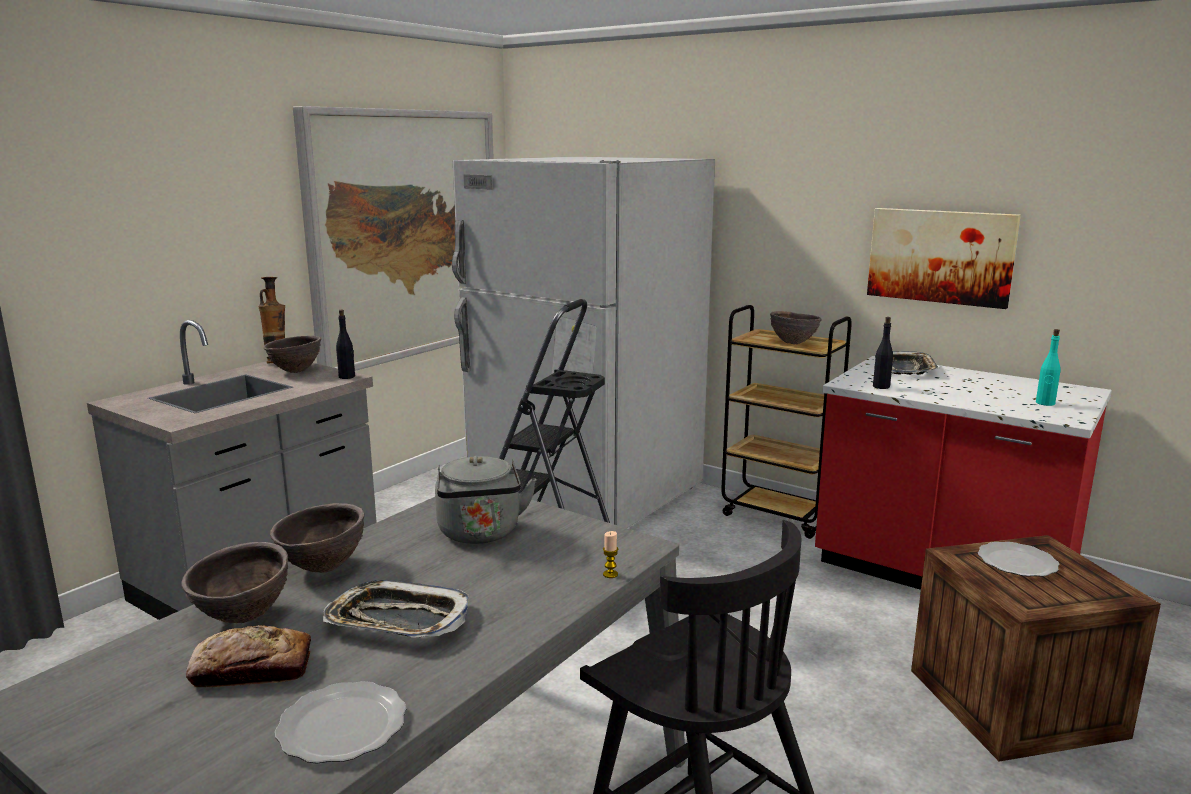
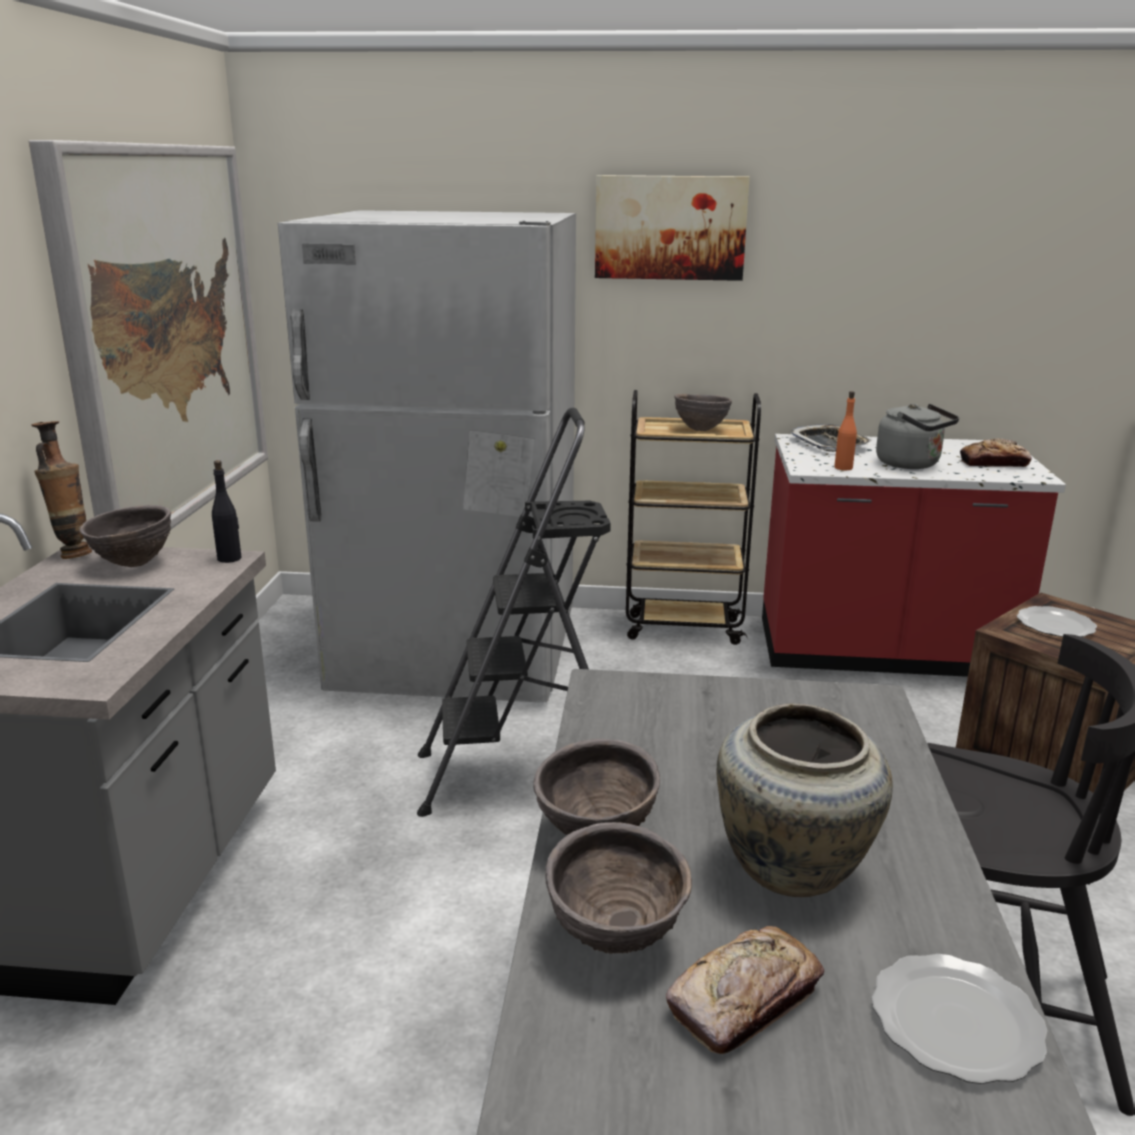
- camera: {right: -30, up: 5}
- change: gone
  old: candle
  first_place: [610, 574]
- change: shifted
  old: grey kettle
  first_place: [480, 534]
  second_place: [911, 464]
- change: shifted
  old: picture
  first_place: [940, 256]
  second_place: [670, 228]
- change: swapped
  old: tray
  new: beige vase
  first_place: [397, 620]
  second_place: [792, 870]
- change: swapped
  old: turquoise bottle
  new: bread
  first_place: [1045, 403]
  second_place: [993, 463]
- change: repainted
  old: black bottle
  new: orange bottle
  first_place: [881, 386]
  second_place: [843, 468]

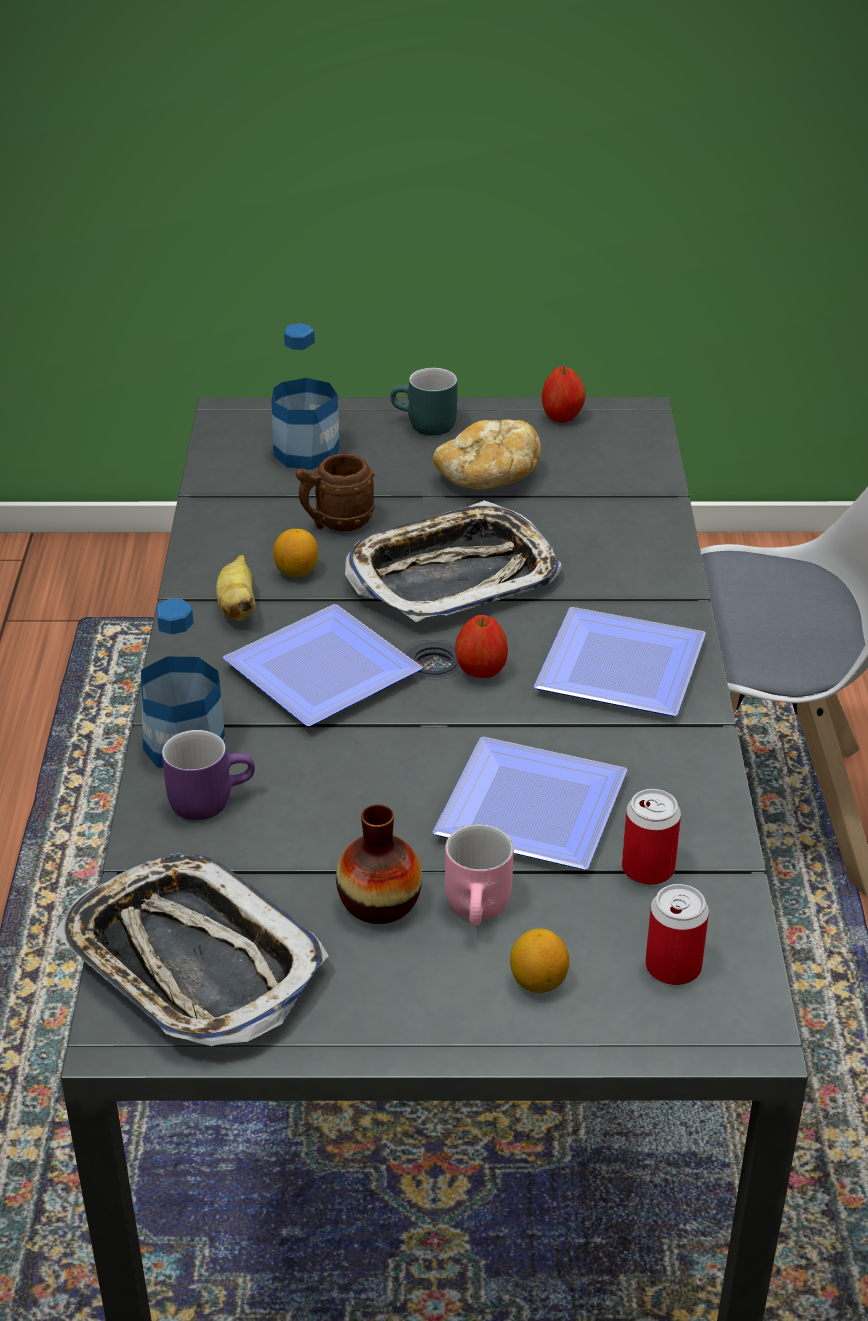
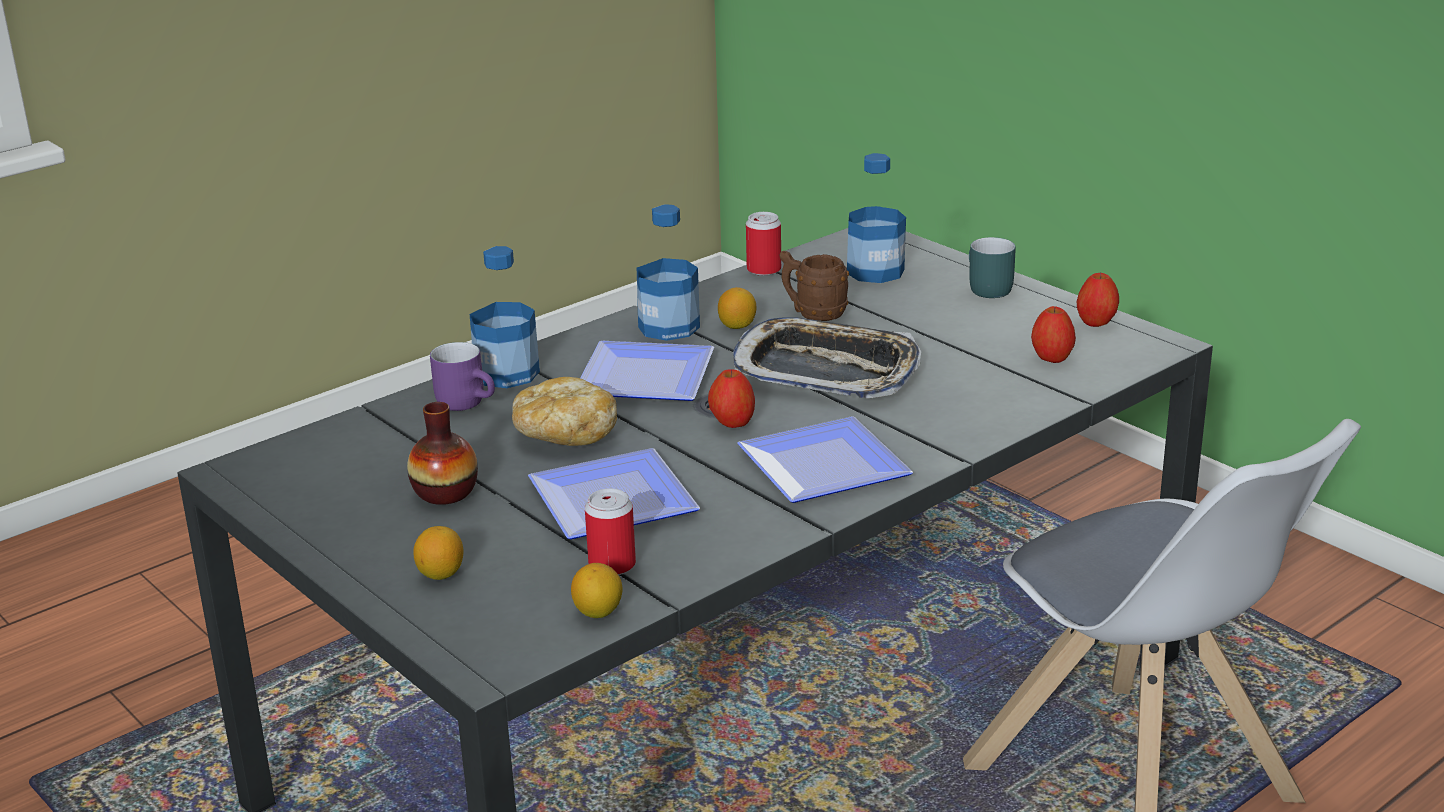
- camera: {right: 50, up: -10}
- change: gone
  old: tray
  first_place: [191, 962]
- change: gone
  old: pink mug
  first_place: [482, 909]
- change: new
  new: lemon
  second_place: [598, 612]
- change: new
  new: apple
  second_place: [1051, 358]
- change: shifted
  old: bread
  first_place: [487, 479]
  second_place: [564, 436]
- change: shifted
  old: can
  first_place: [673, 966]
  second_place: [764, 270]
- change: swapped
  old: banana
  new: bottle
  first_place: [238, 607]
  second_place: [669, 327]

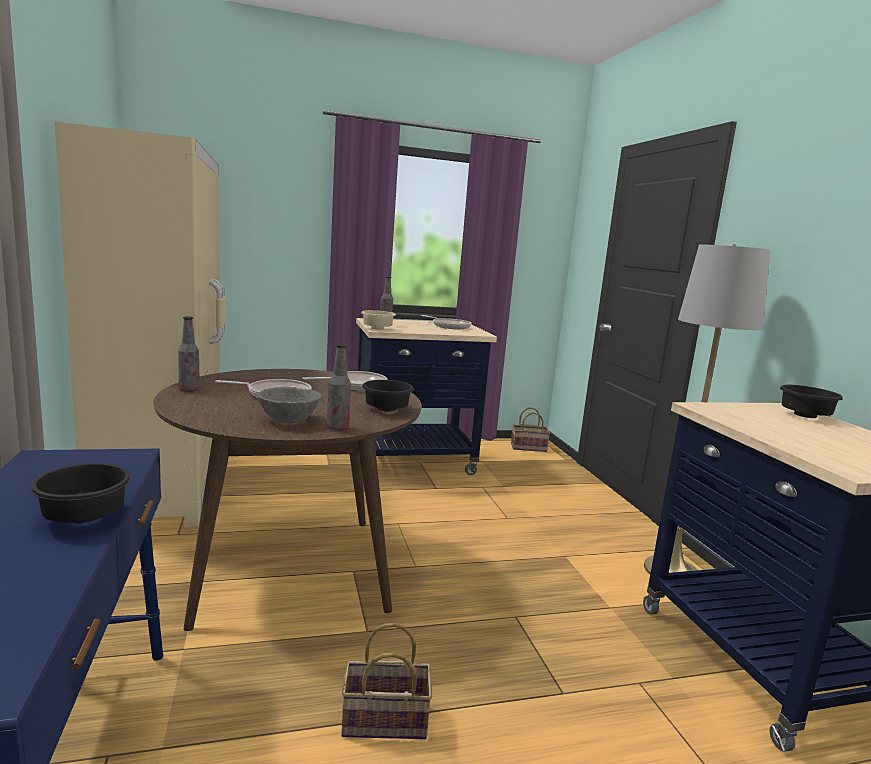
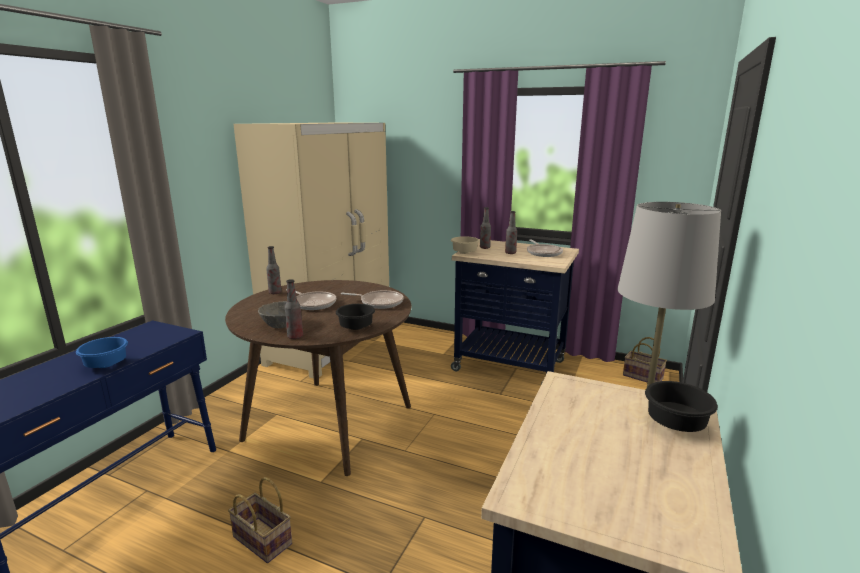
- camera: {right: 40, up: 5}
- change: new
  new: bottle
  second_place: [510, 253]
- change: repainted
  old: black bowl
  new: blue bowl
  first_place: [87, 516]
  second_place: [108, 365]

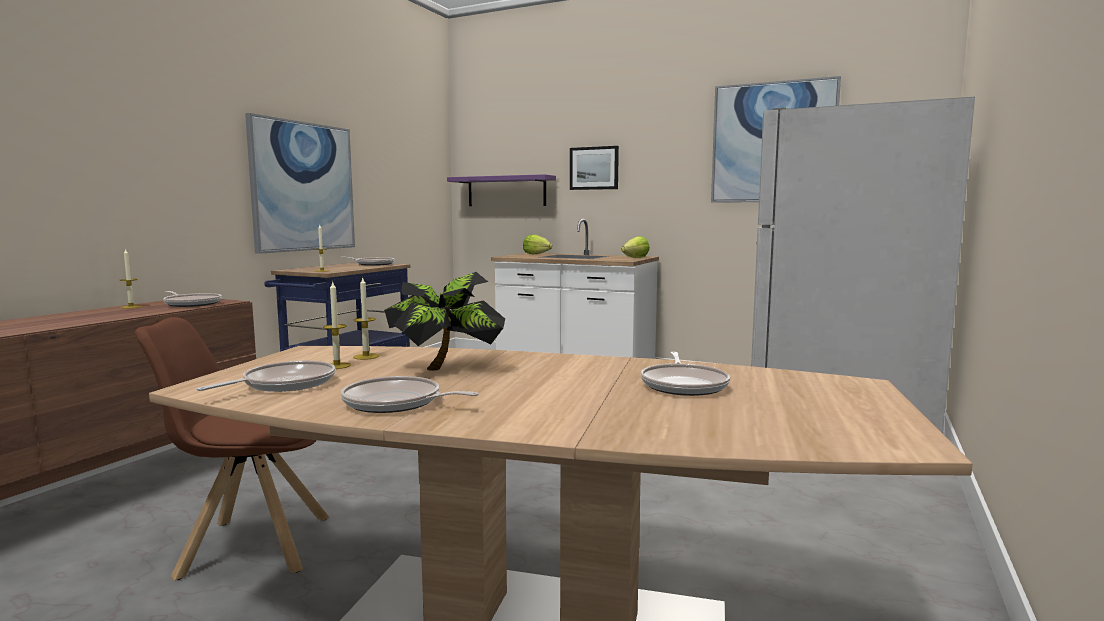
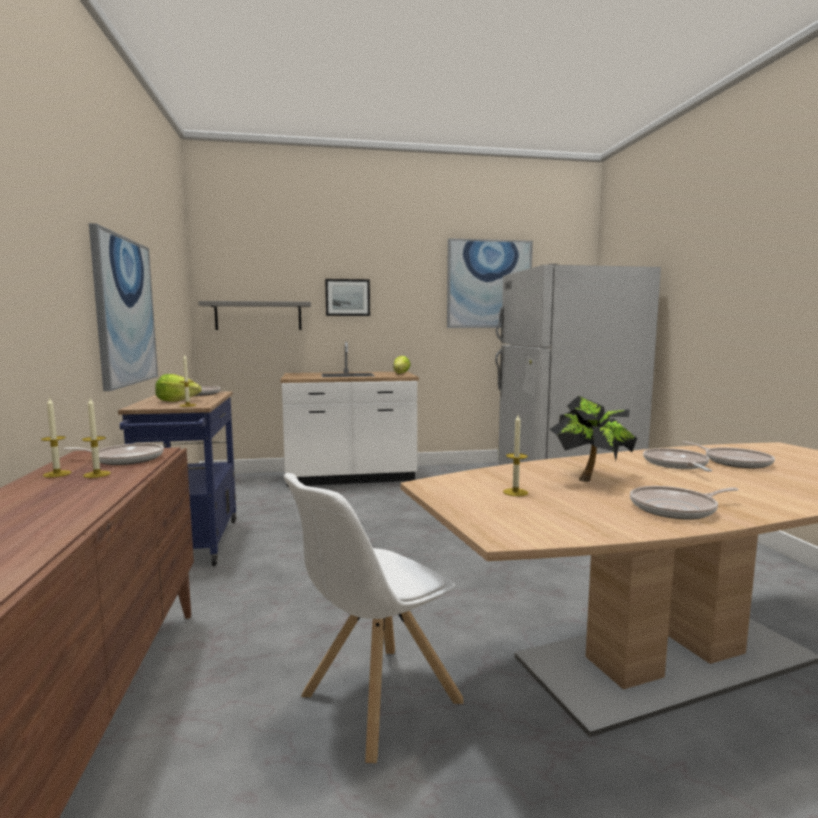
- camera: {right: -35, up: 0}
- change: shifted
  old: frying pan
  first_place: [284, 384]
  second_place: [676, 465]
- change: shifted
  old: candle
  first_place: [366, 356]
  second_place: [97, 474]
- change: shifted
  old: lettuce
  first_place: [536, 254]
  second_place: [177, 401]
- change: repainted
  old: brown chair
  new: white chair
  first_place: [248, 546]
  second_place: [375, 702]
- change: repainted
  old: purple shelf
  new: grey shelf
  first_place: [506, 191]
  second_place: [258, 316]

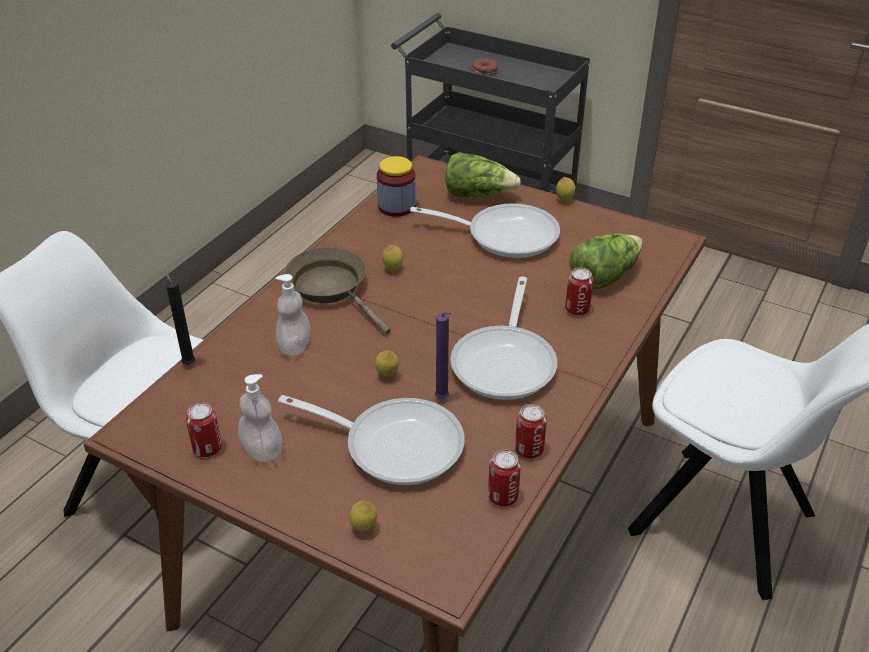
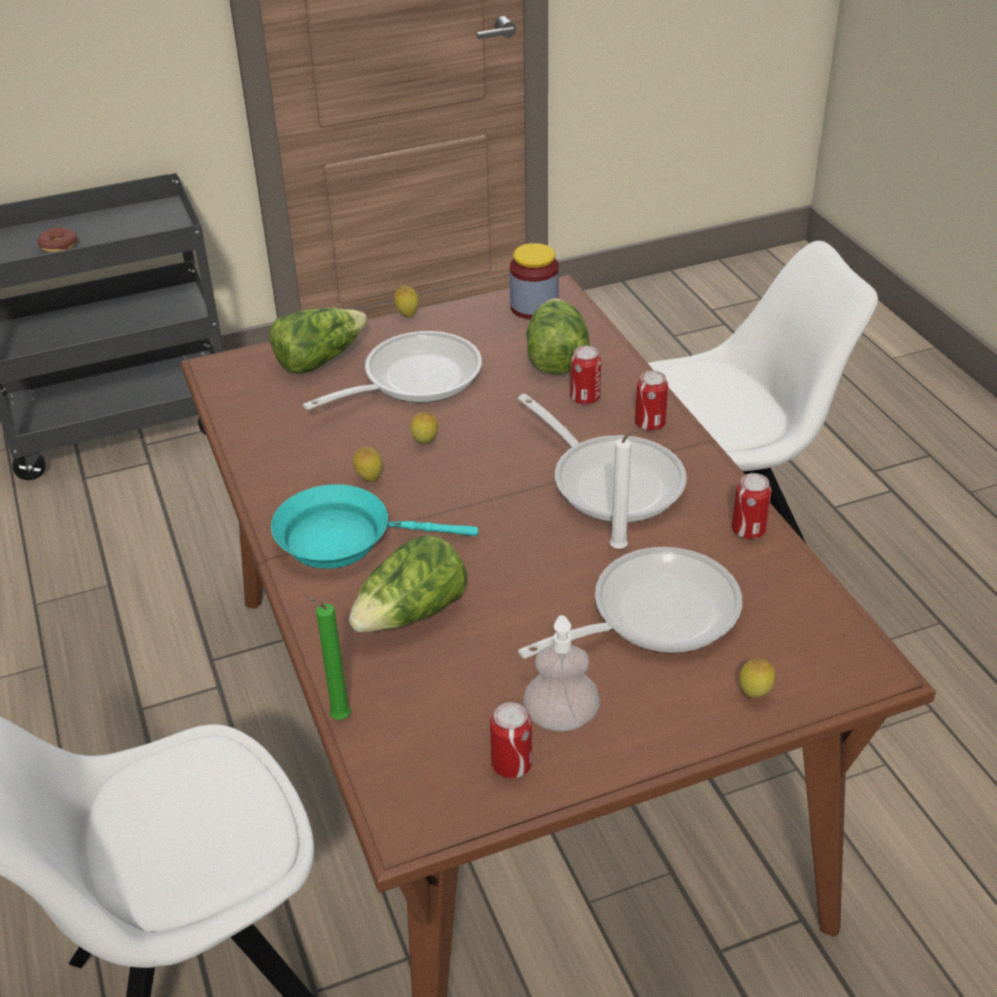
- camera: {right: -50, up: 0}
- change: shifted
  old: lemon
  first_place: [387, 376]
  second_place: [425, 443]
- change: shifted
  old: jar
  first_place: [396, 206]
  second_place: [534, 307]
- change: shifted
  old: can
  first_place: [502, 497]
  second_place: [650, 424]
- change: swapped
  old: soap dispenser
  new: lettuce
  first_place: [294, 346]
  second_place: [411, 614]
- change: repainted
  old: black candle
  new: green candle
  first_place: [188, 363]
  second_place: [337, 717]
- change: repainted
  old: brown frying pan
  new: turquoise frying pan
  first_place: [331, 288]
  second_place: [344, 539]
- change: repainted
  old: purple candle
  new: white candle
  first_place: [443, 400]
  second_place: [621, 548]

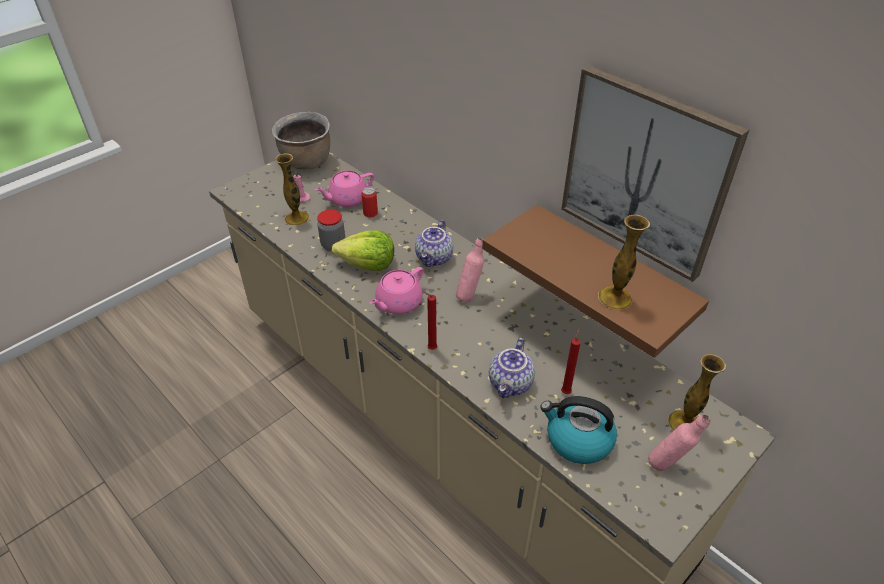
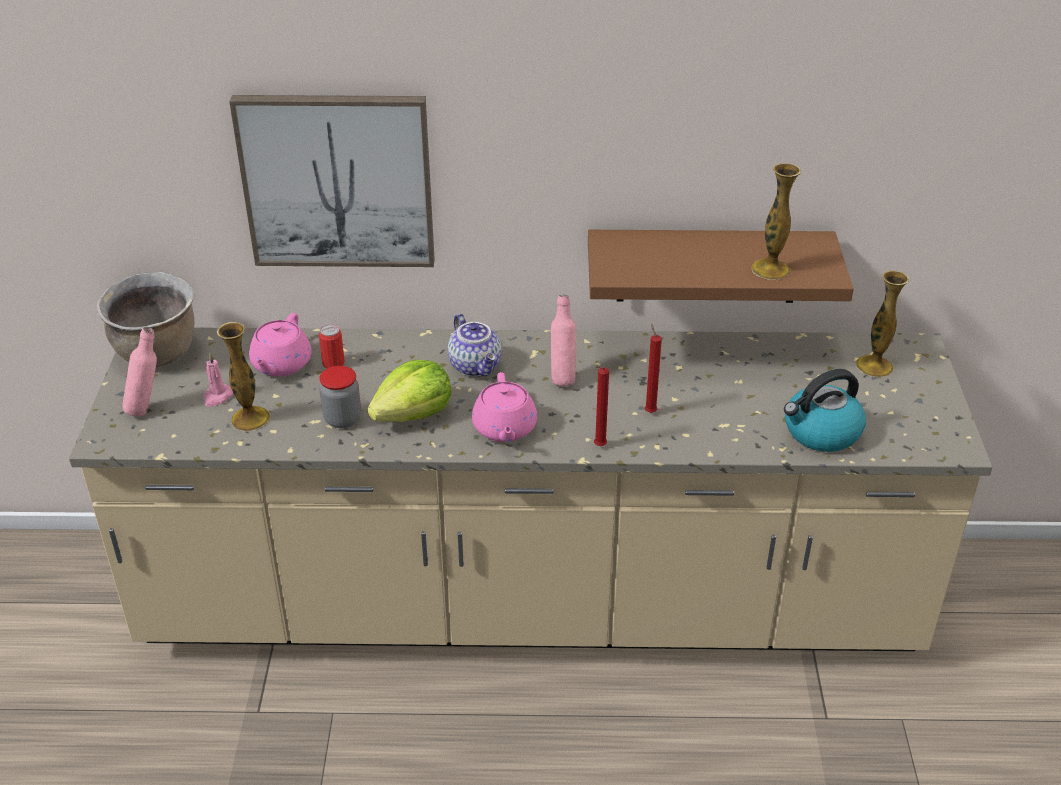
- camera: {right: -45, up: -5}
- change: gone
  old: teapot
  first_place: [511, 384]
- change: shifted
  old: picture
  first_place: [645, 172]
  second_place: [337, 181]
- change: shifted
  old: red candle
  first_place: [566, 391]
  second_place: [649, 411]
- change: shifted
  old: pink bottle
  first_place: [667, 465]
  second_place: [147, 409]

